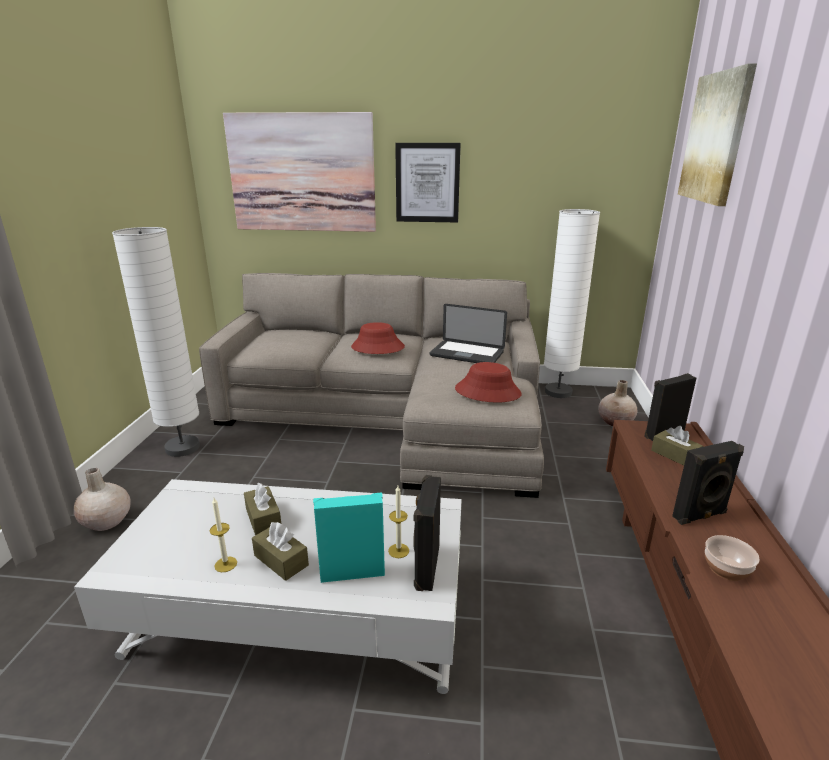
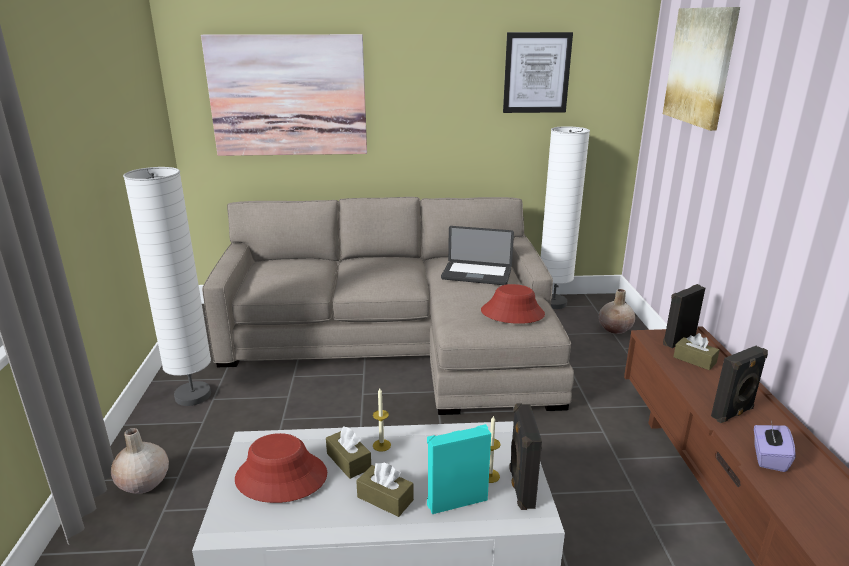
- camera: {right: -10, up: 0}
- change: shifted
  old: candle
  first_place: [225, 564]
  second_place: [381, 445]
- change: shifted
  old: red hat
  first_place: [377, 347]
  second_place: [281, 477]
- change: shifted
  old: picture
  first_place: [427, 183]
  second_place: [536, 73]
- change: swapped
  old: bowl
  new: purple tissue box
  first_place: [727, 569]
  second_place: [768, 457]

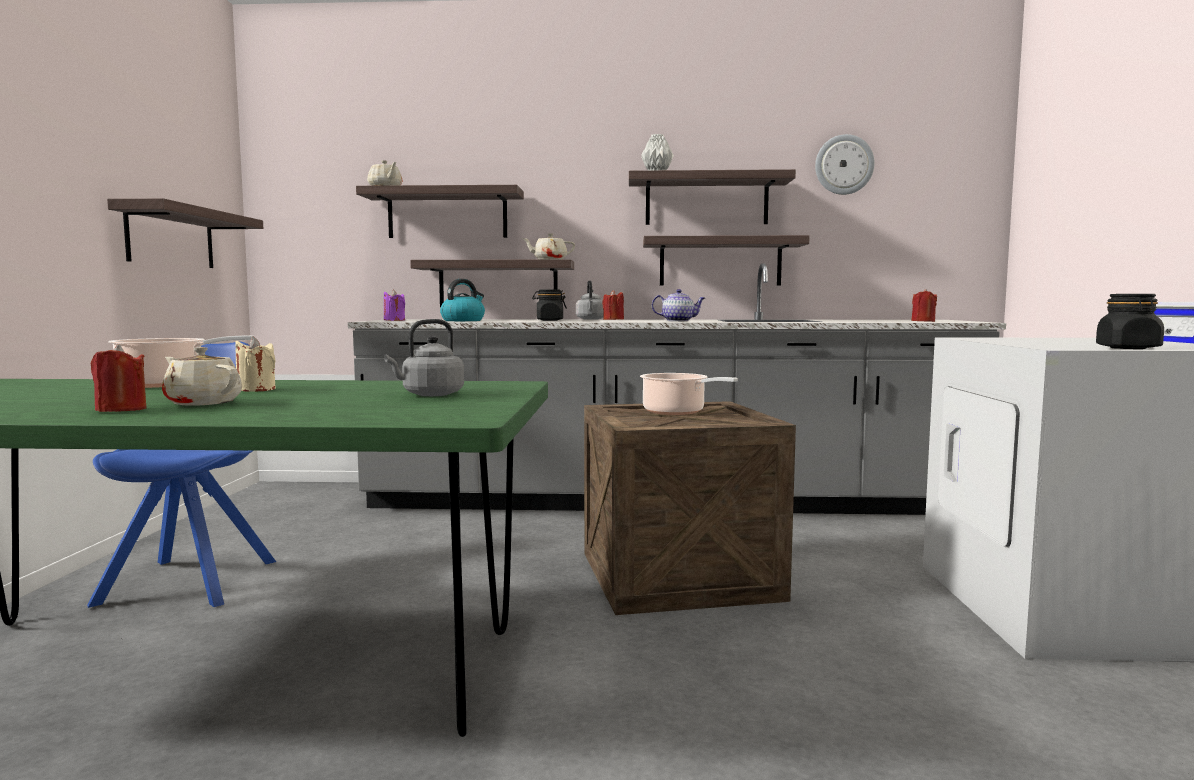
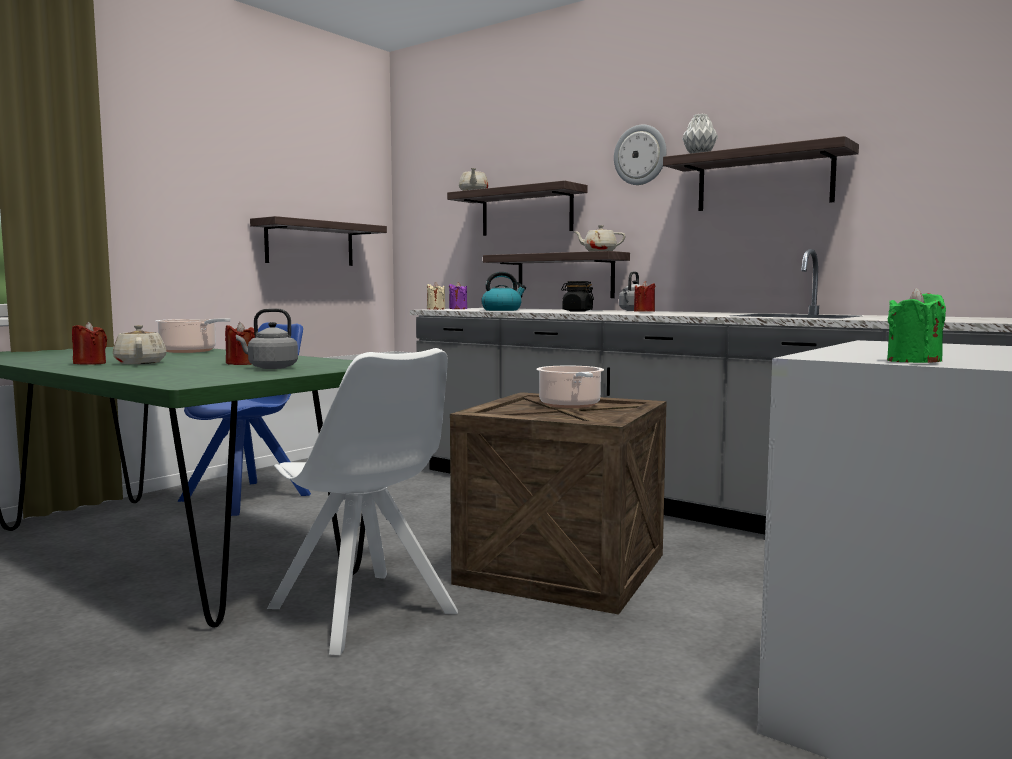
- camera: {right: 35, up: 0}
- change: gone
  old: shelf
  first_place: [720, 262]
- change: gone
  old: teapot
  first_place: [679, 321]
- change: new
  new: white chair
  second_place: [364, 613]
- change: shifted
  old: beige candle
  first_place: [256, 389]
  second_place: [436, 309]
- change: shifted
  old: wall clock
  first_place: [844, 165]
  second_place: [640, 155]
- change: shifted
  old: red candle
  first_place: [923, 321]
  second_place: [241, 363]
- change: swapped
  old: black jar
  new: green candle
  first_place: [1128, 348]
  second_place: [914, 361]

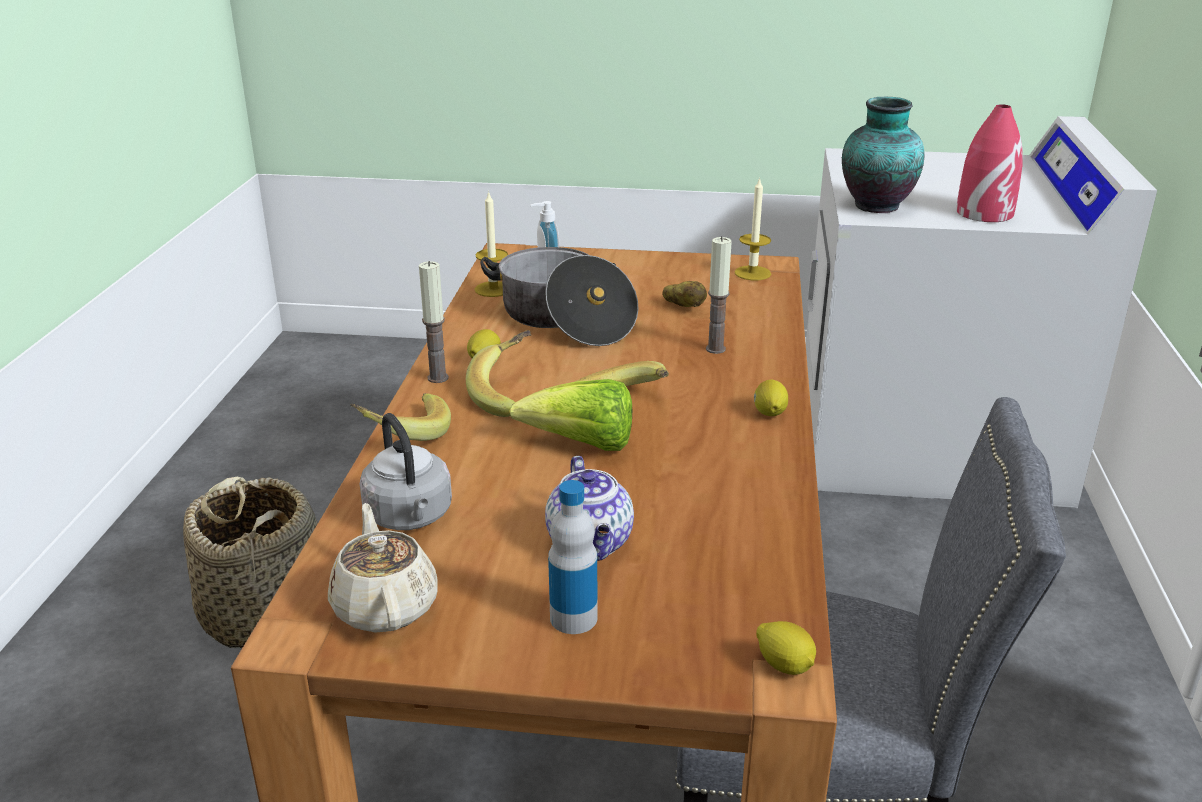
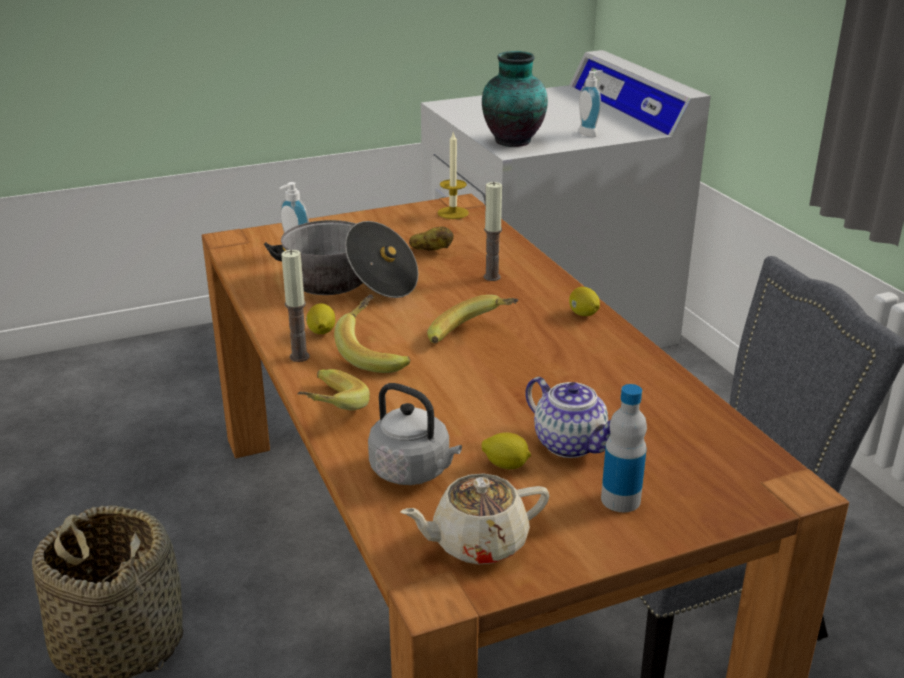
- camera: {right: -30, up: 0}
- change: gone
  old: candle
  first_place: [493, 289]
- change: gone
  old: lettuce
  first_place: [582, 445]
- change: shifted
  old: lemon
  first_place: [785, 665]
  second_place: [506, 465]
- change: swapped
  old: red vase
  new: soap dispenser
  first_place: [984, 213]
  second_place: [590, 133]
- change: rotated
  old: beige teapot
  first_place: [385, 605]
  second_place: [477, 542]
  degrees: -60

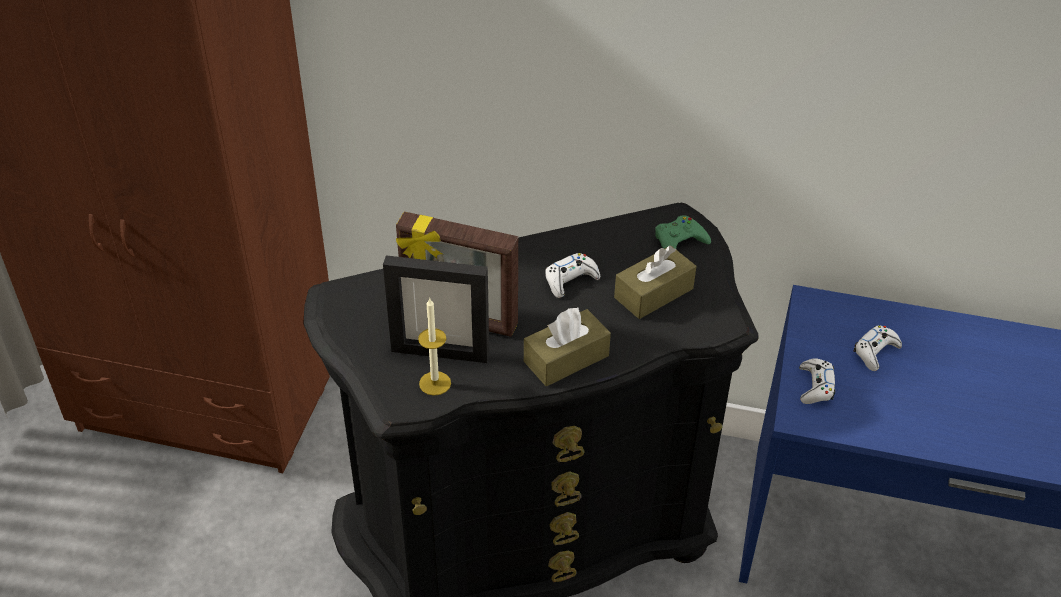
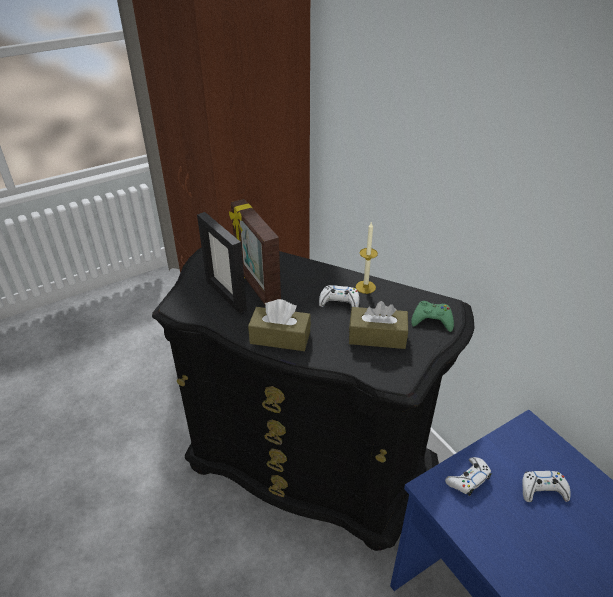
- camera: {right: 45, up: -5}
- change: shifted
  old: candle
  first_place: [435, 383]
  second_place: [365, 287]

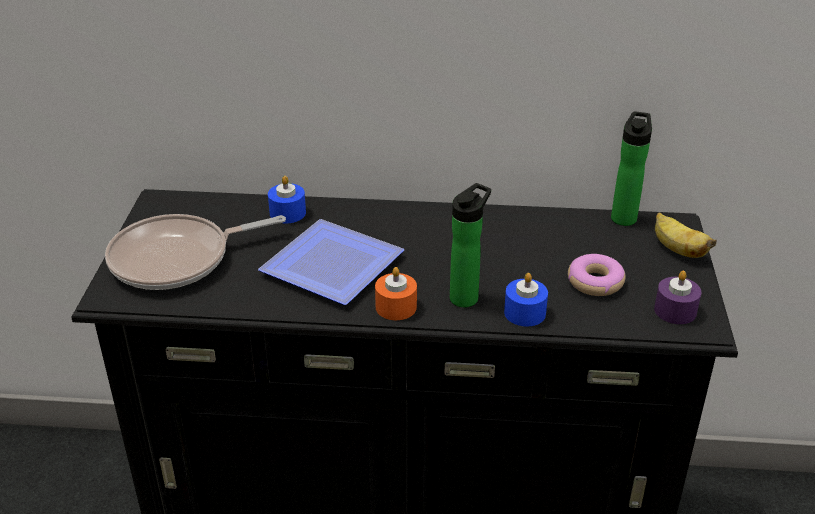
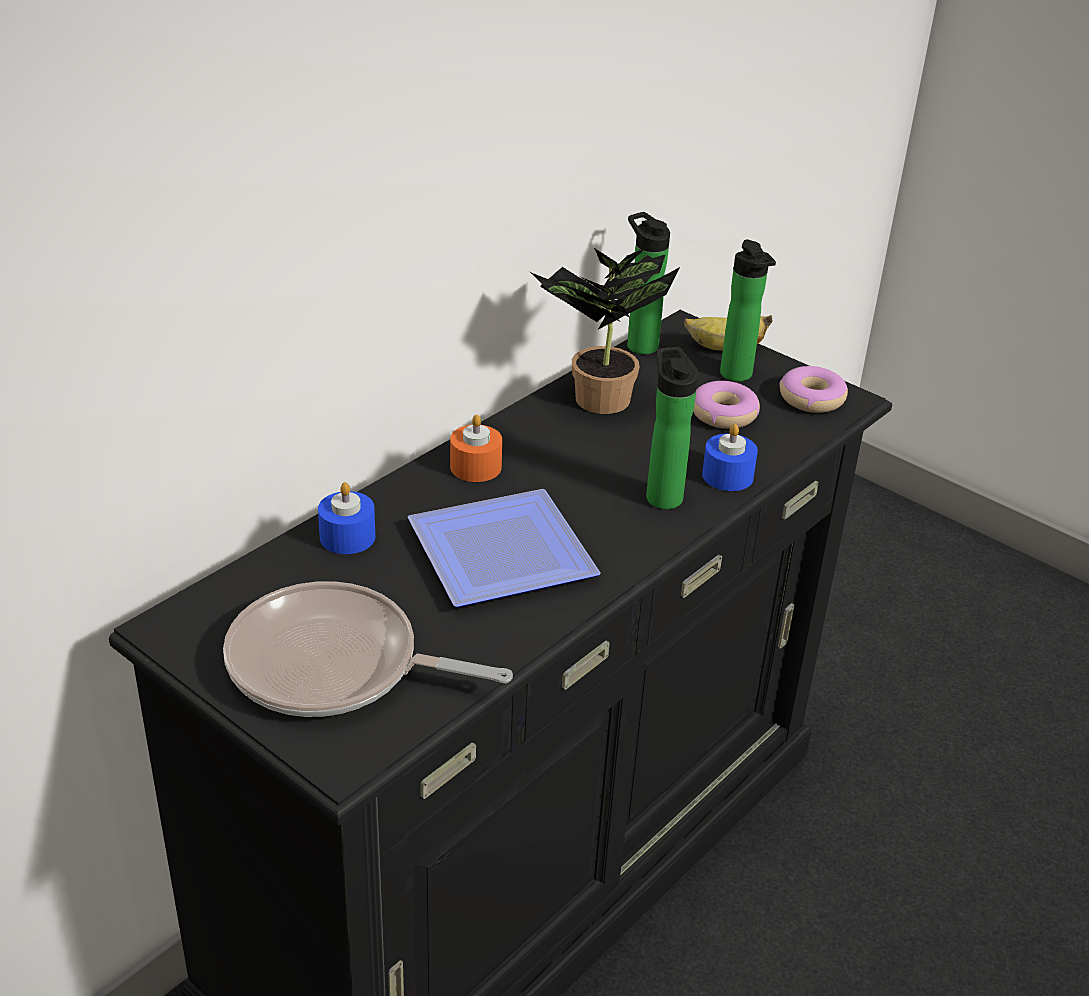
- camera: {right: -55, up: 0}
- change: new
  new: potted plant
  second_place: [596, 402]
- change: new
  new: bottle
  second_place: [738, 376]
- change: shifted
  old: orange candle
  first_place: [396, 307]
  second_place: [475, 467]
- change: swapped
  old: purple candle
  new: donut
  first_place: [675, 311]
  second_place: [812, 398]
- change: rotated
  old: frying pan
  first_place: [177, 259]
  second_place: [334, 666]
  degrees: 90

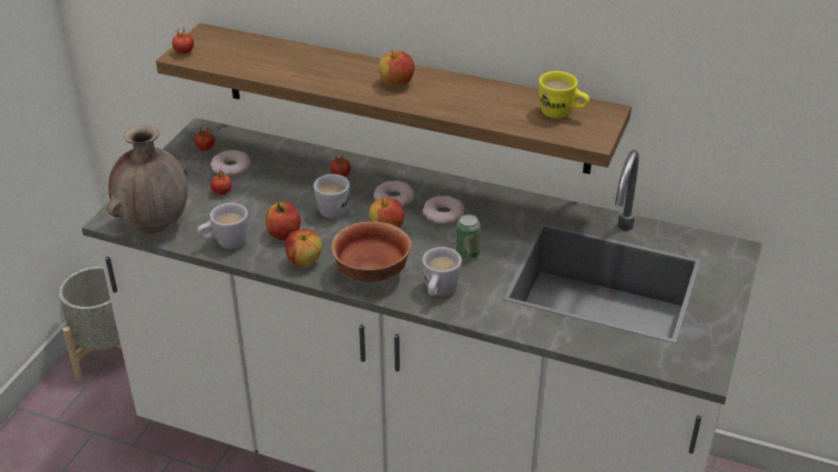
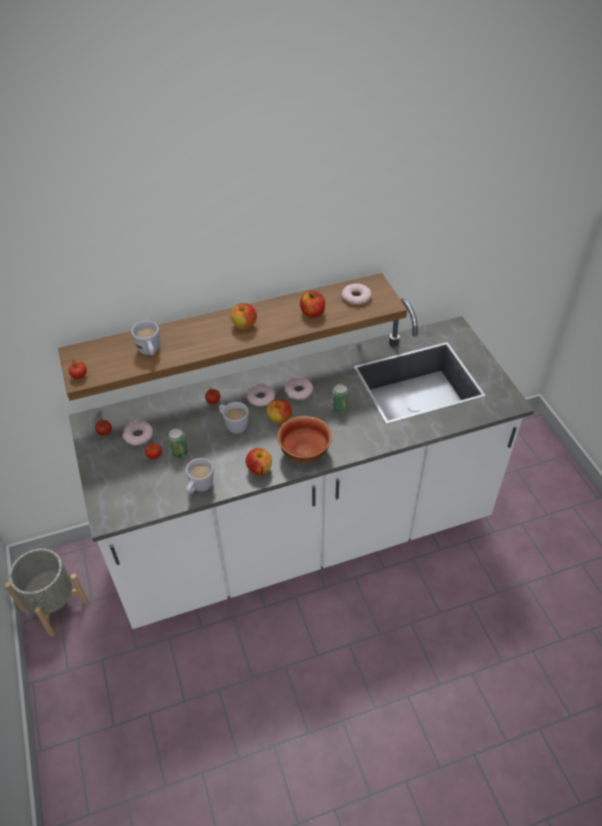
- camera: {right: -40, up: 10}
- change: gone
  old: brown vase
  first_place: [155, 225]
- change: new
  new: can
  second_place: [179, 453]
- change: shifted
  old: apple
  first_place: [284, 234]
  second_place: [312, 313]
- change: shifted
  old: white mug
  first_place: [439, 292]
  second_place: [150, 352]
- change: swapped
  old: yellow mug
  new: donut
  first_place: [562, 114]
  second_place: [356, 297]

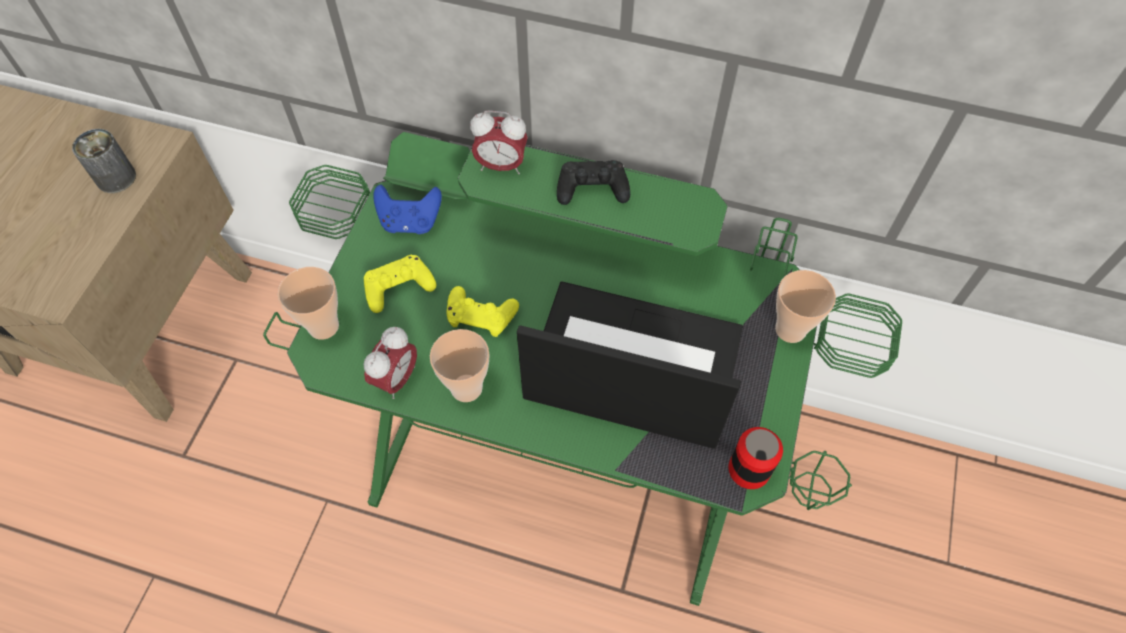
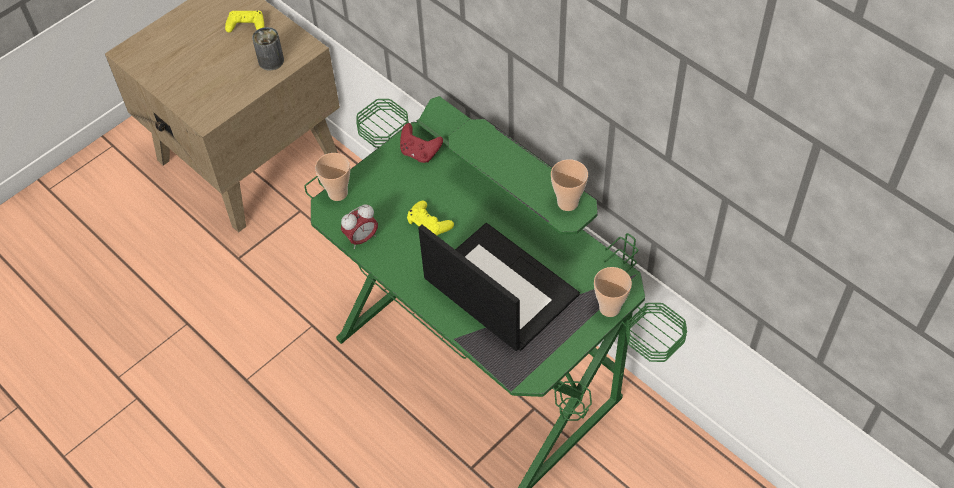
- camera: {right: 30, up: -5}
- change: gone
  old: alarm clock
  first_place: [501, 165]
- change: gone
  old: black game controller
  first_place: [592, 188]
- change: gone
  old: can
  first_place: [749, 469]
- change: shifted
  old: yellow game controller
  first_place: [398, 287]
  second_place: [246, 25]
- change: shifted
  old: cup
  first_place: [466, 388]
  second_place: [567, 203]
- change: repainted
  old: blue game controller
  new: red game controller
  first_place: [410, 222]
  second_place: [420, 153]

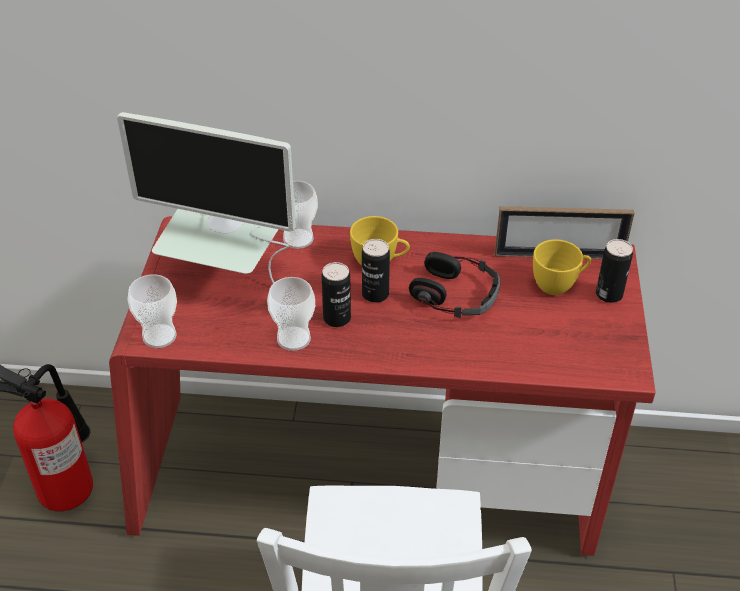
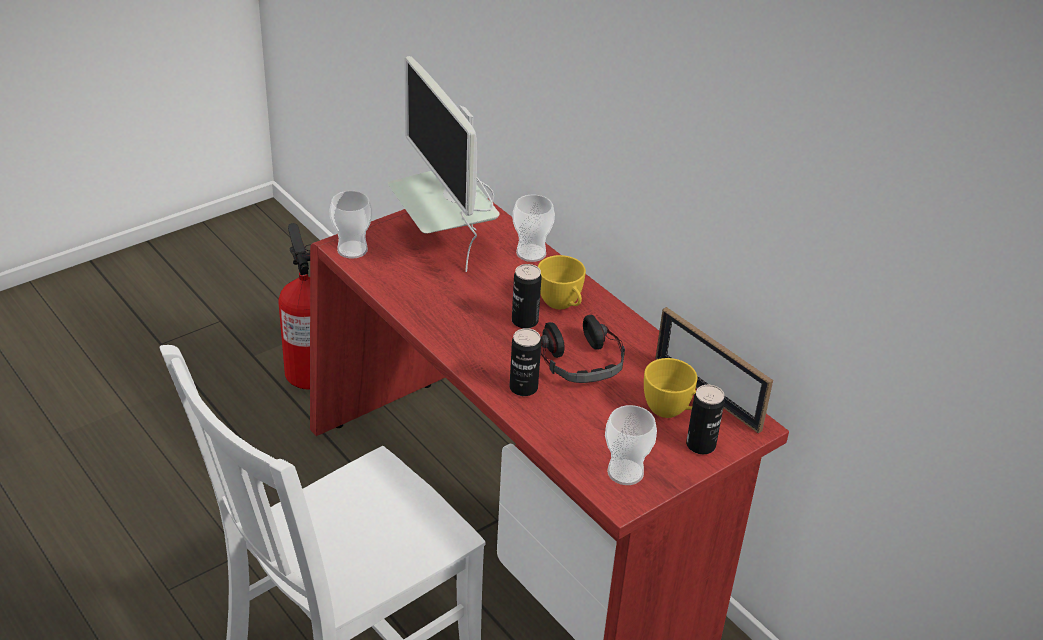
- camera: {right: 45, up: -5}
- change: shifted
  old: cup
  first_place: [293, 338]
  second_place: [625, 472]
- change: shifted
  old: can
  first_place: [337, 318]
  second_place: [523, 388]

